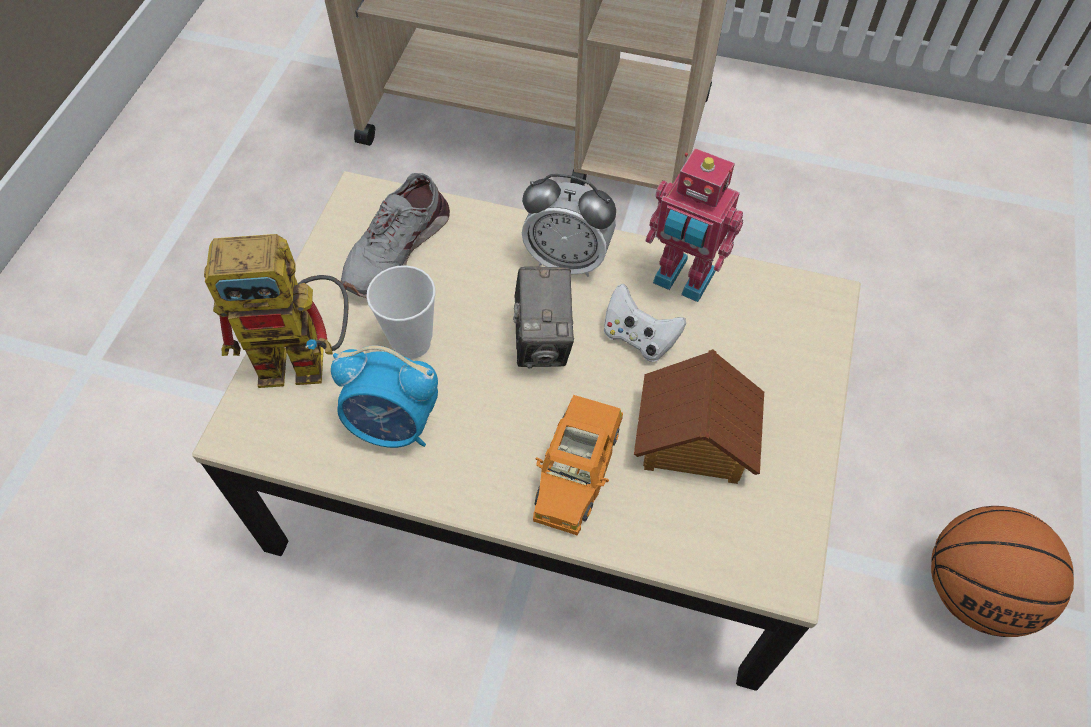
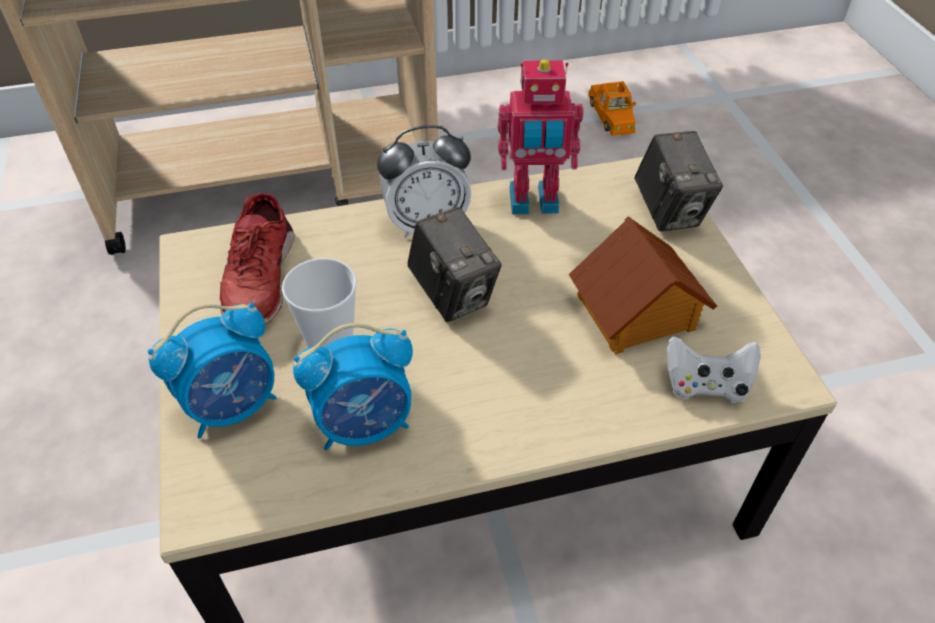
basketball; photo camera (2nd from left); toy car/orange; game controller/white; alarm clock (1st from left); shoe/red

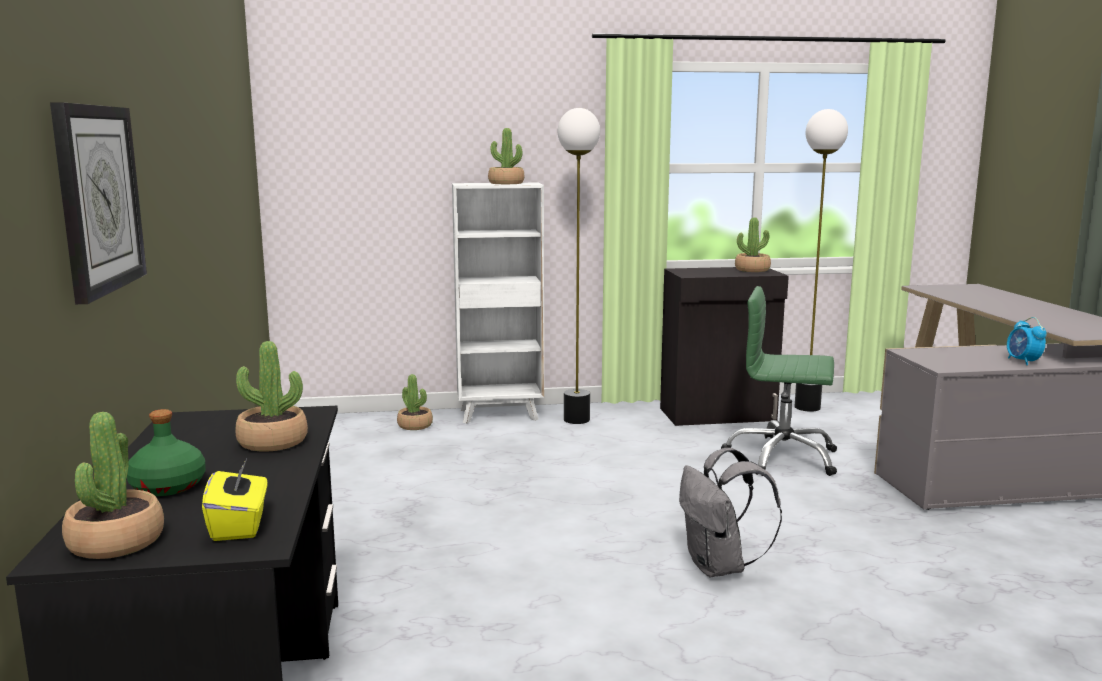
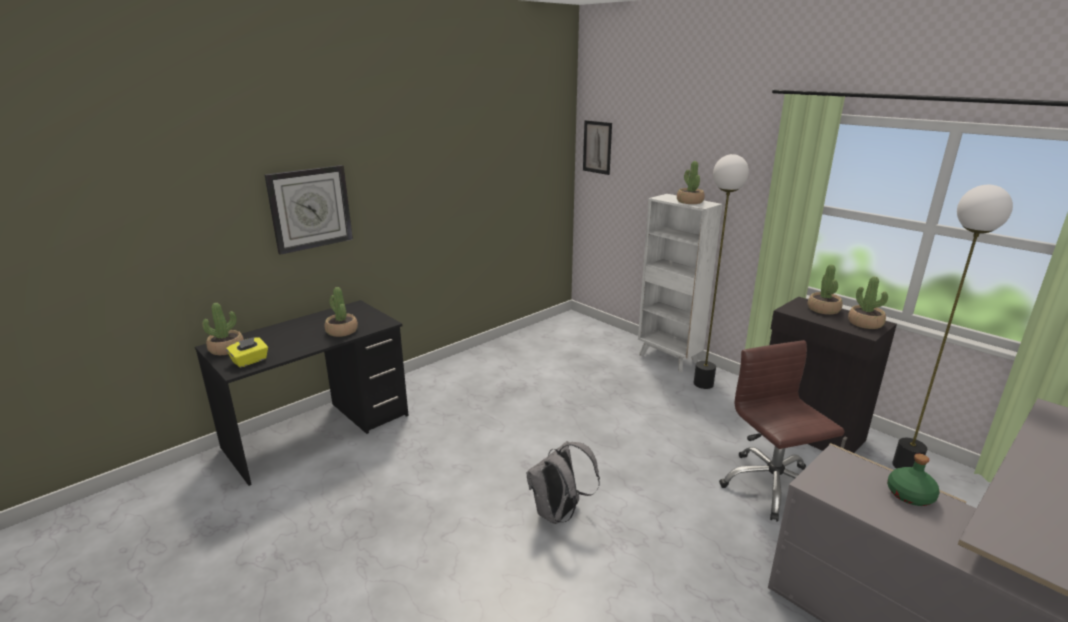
alarm clock; picture; bottle/green; potted plant (4th from left); office chair/brown

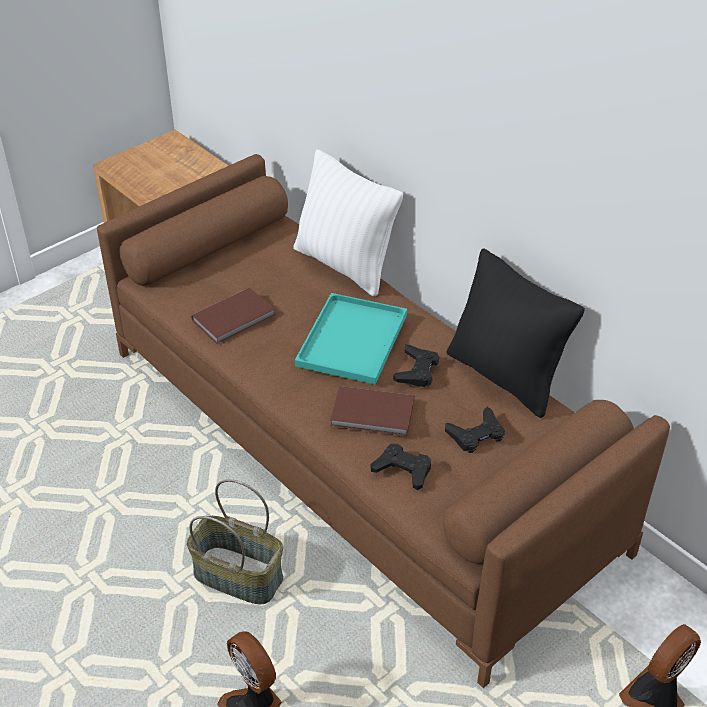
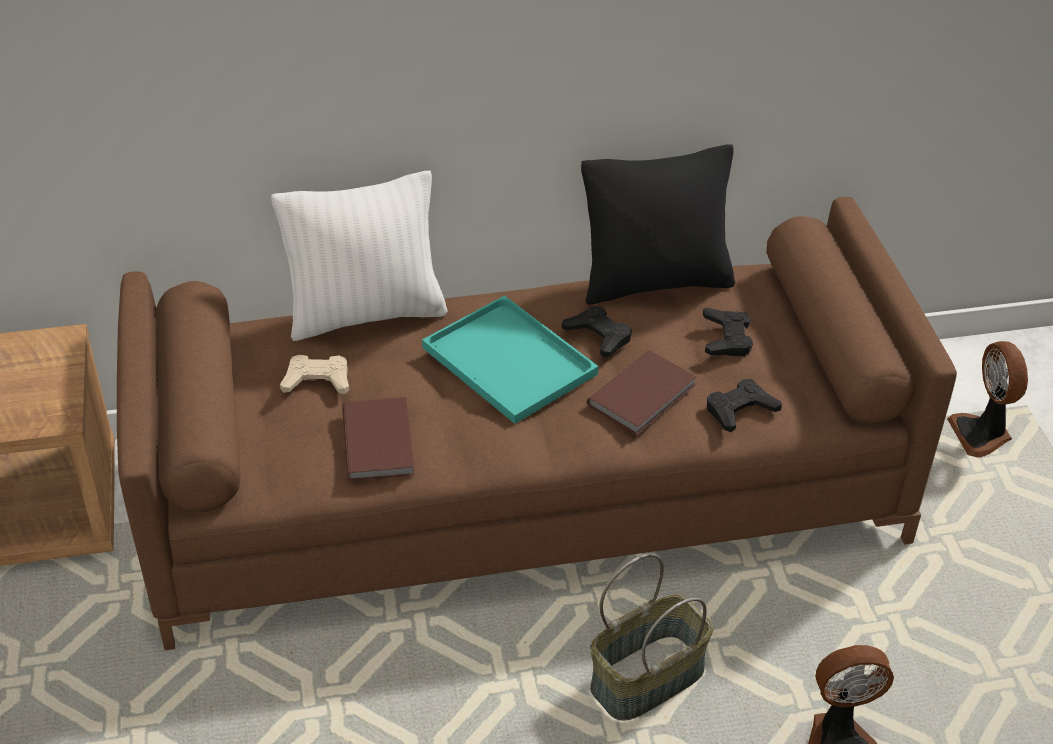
game controller/beige

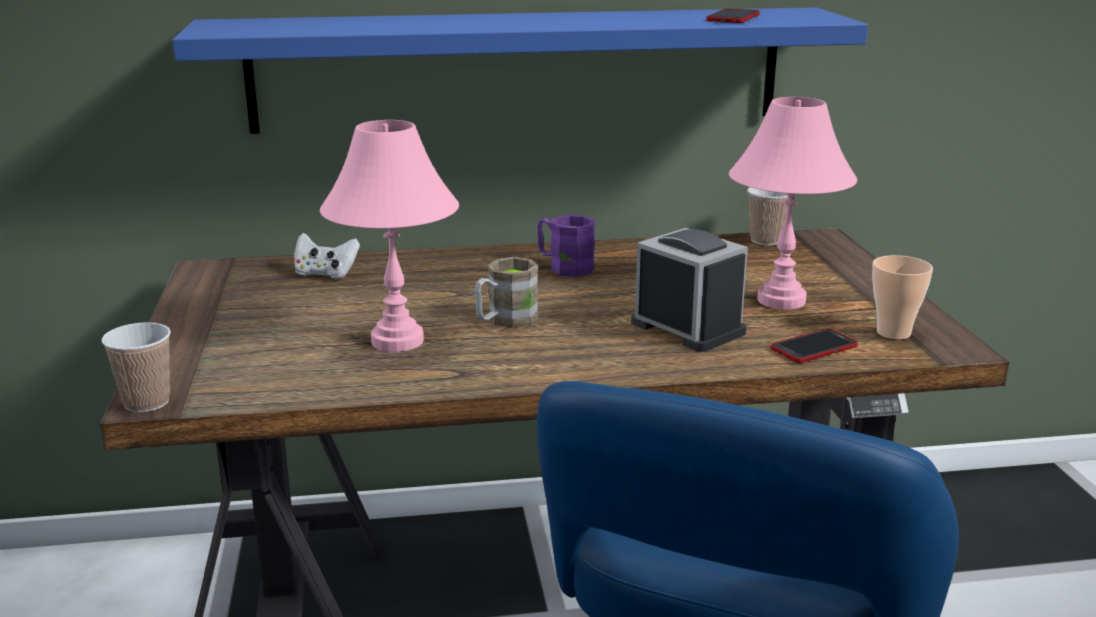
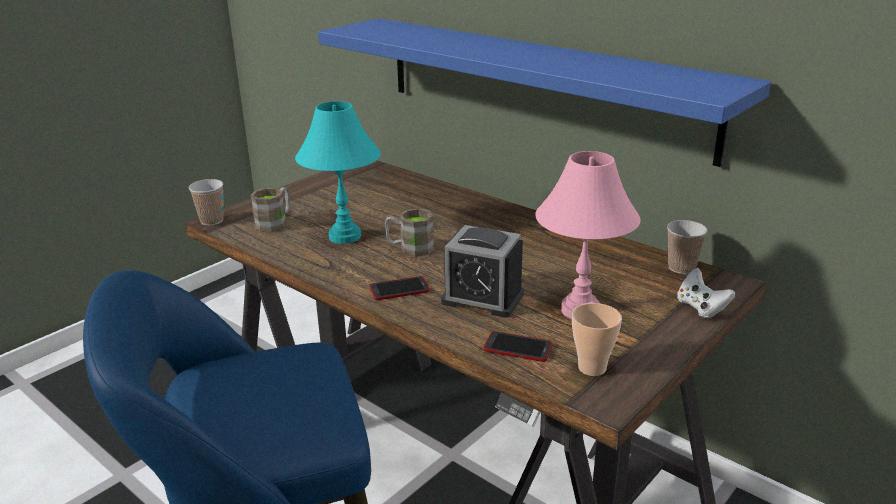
mug/purple; mug/brown (1st from left); game controller/white; phone (1st from left); table lamp/turquoise; alarm clock

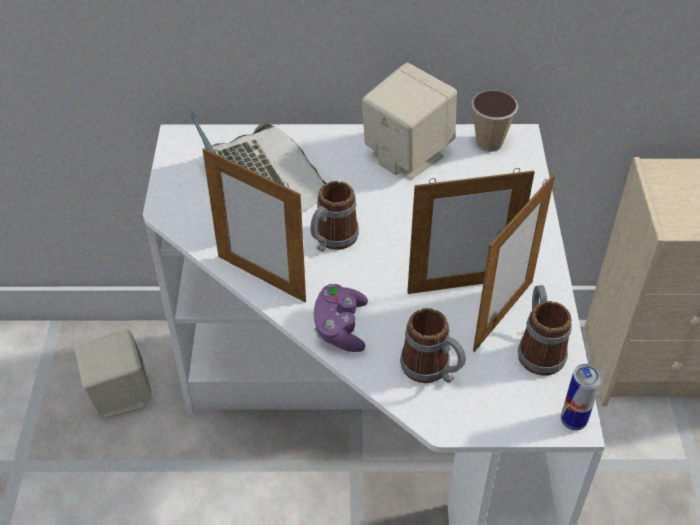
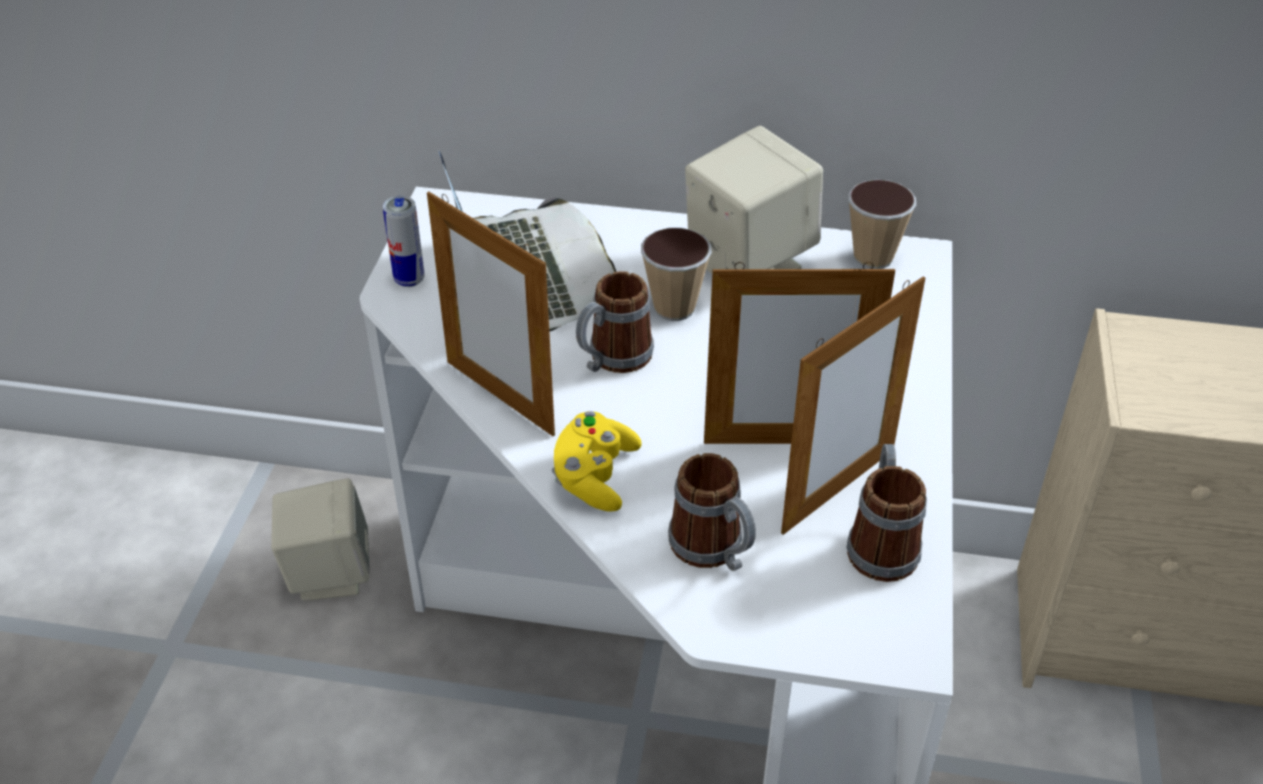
cup (1st from left); can; game controller/yellow

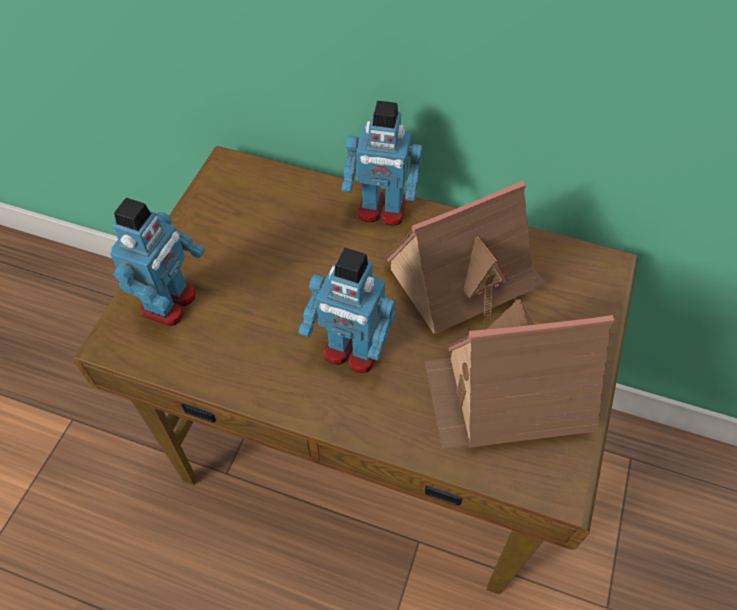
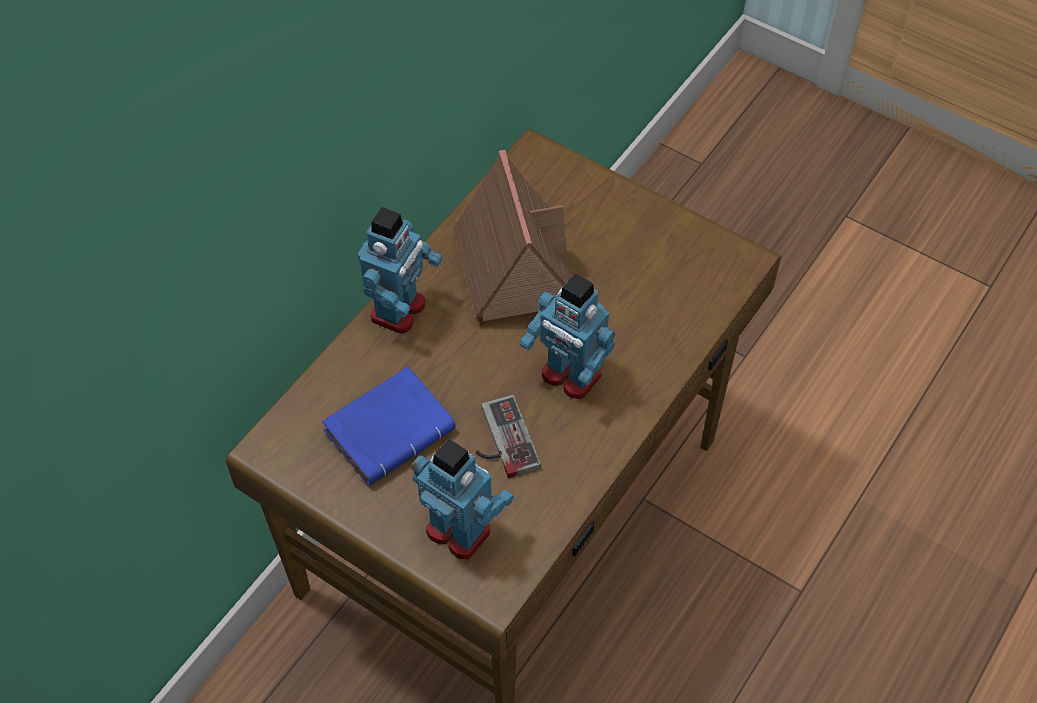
toy house (2nd from left in the first image); book/blue; game controller; toy robot (3rd from left)

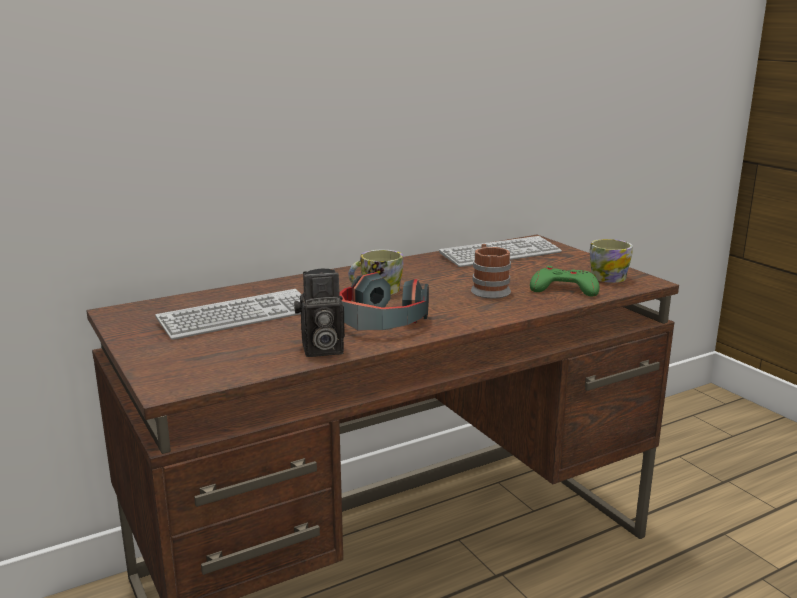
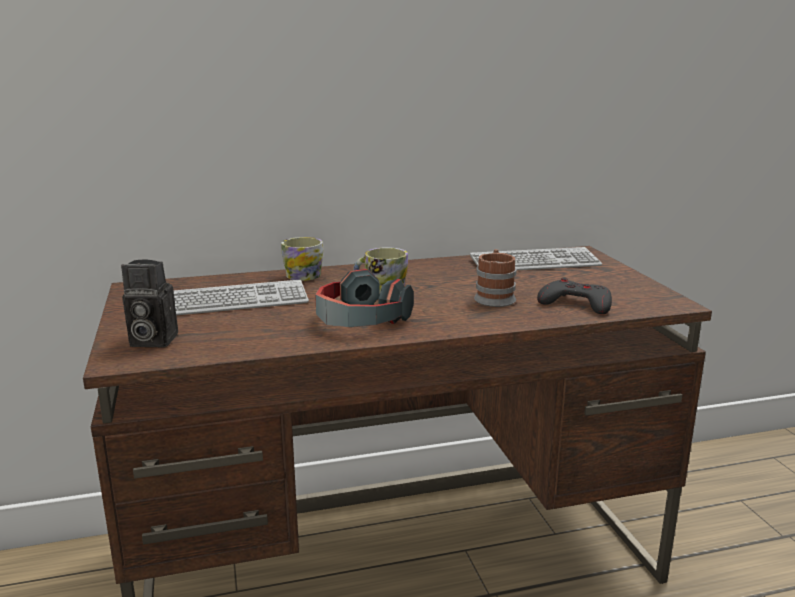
photo camera; mug (1st from left); game controller/grey

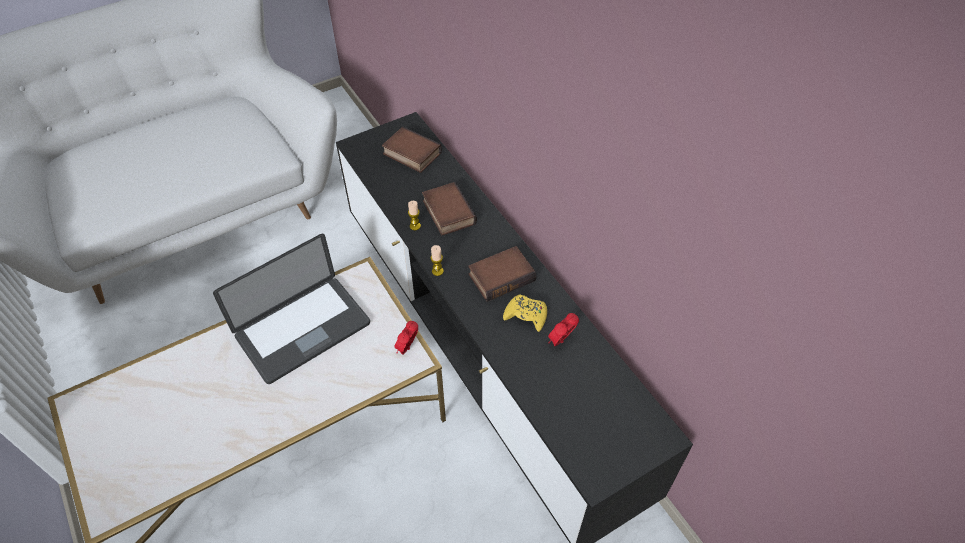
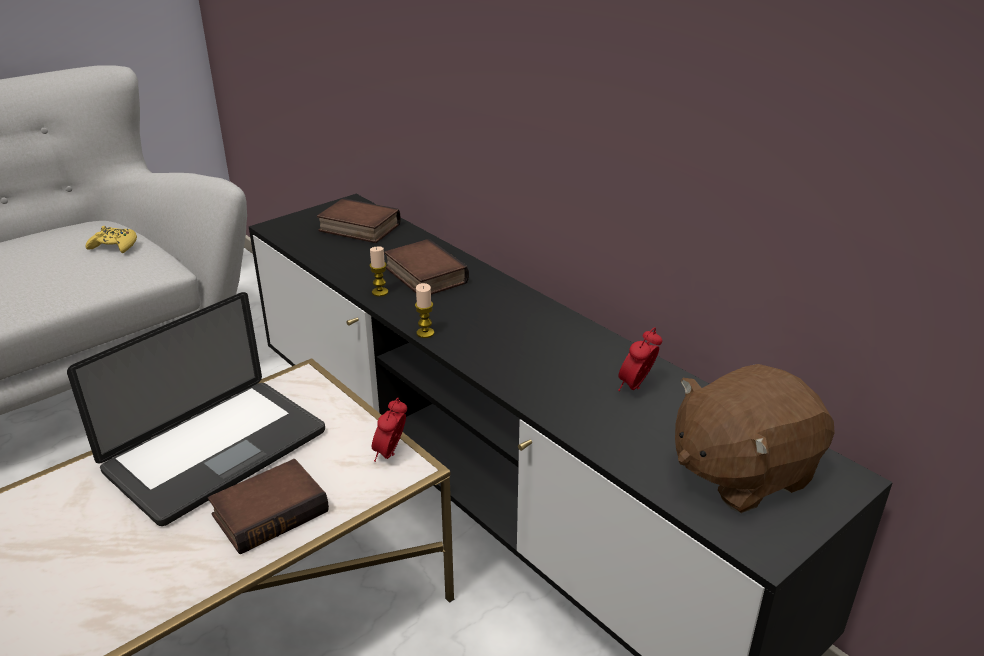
plush toy/brown; book (1st from left); game controller/yellow

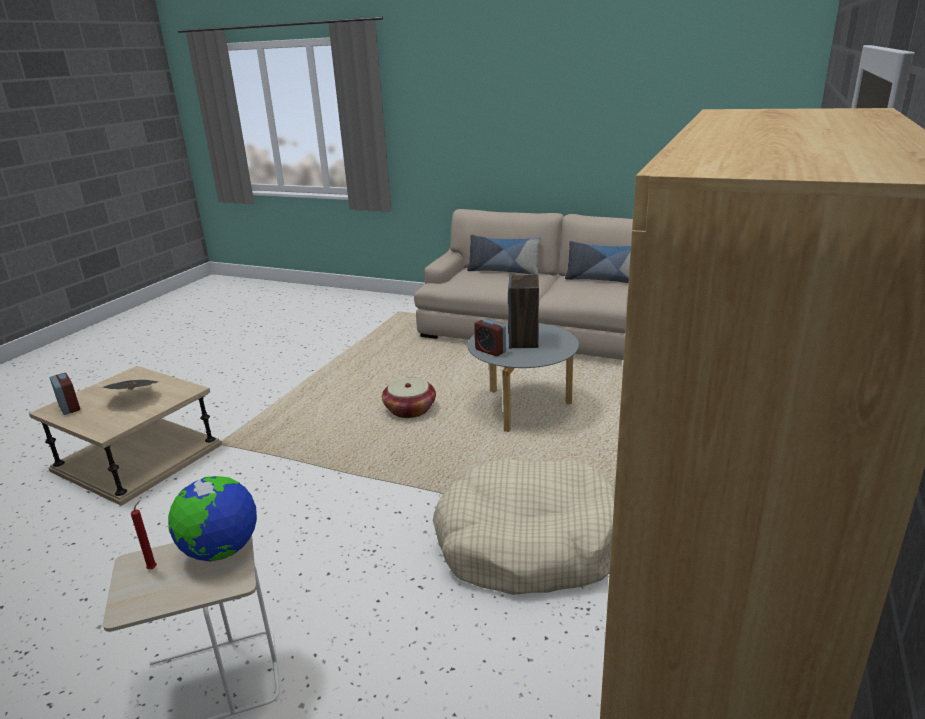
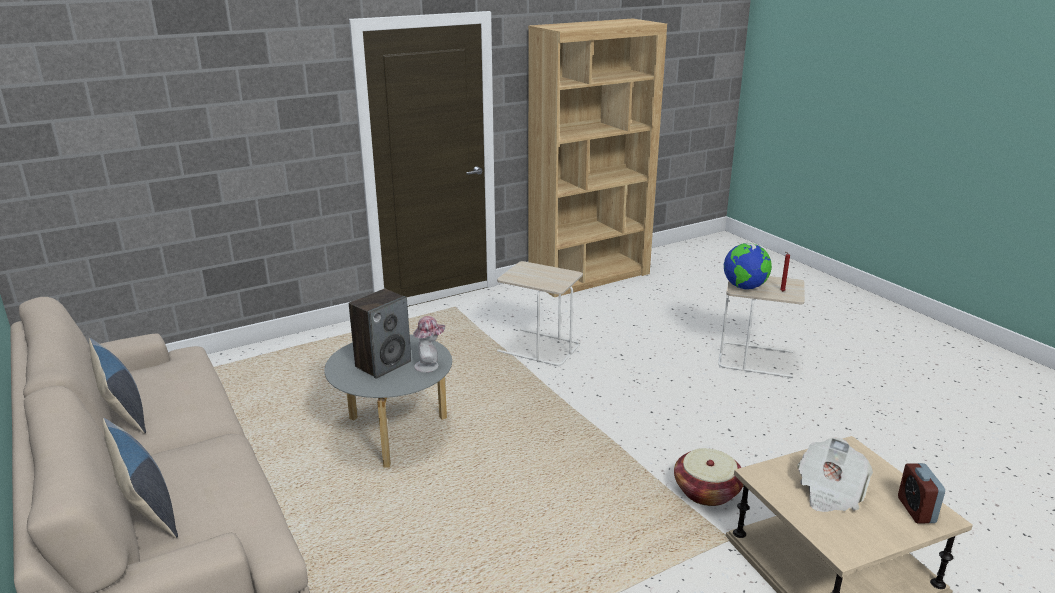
basket; side table/beige (1st from left); hat

